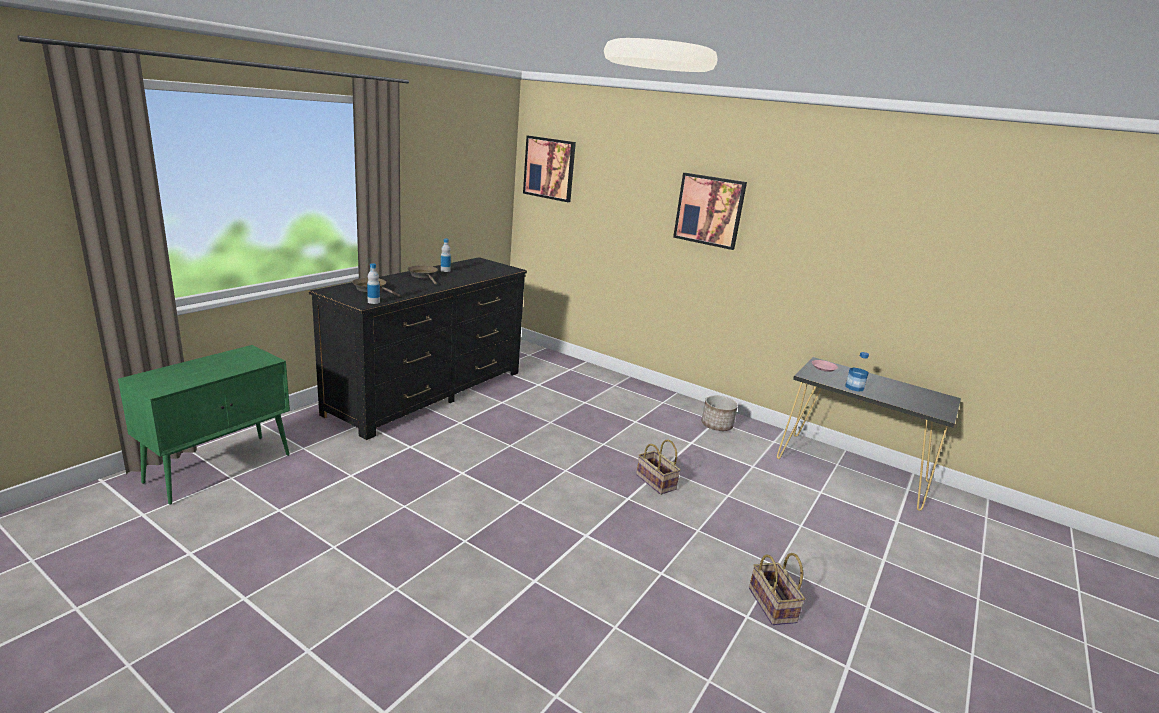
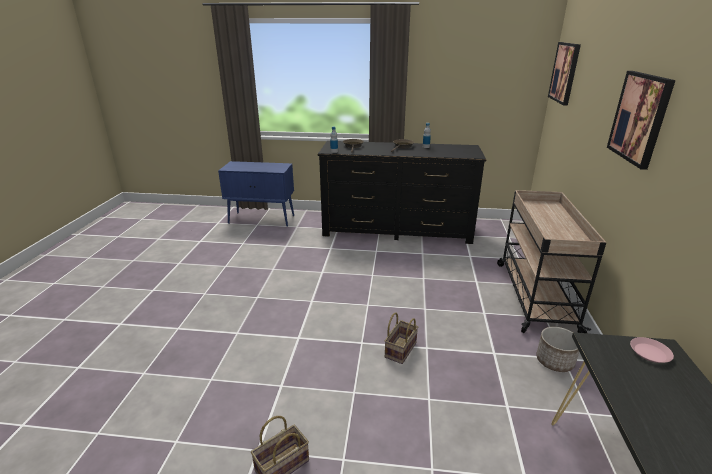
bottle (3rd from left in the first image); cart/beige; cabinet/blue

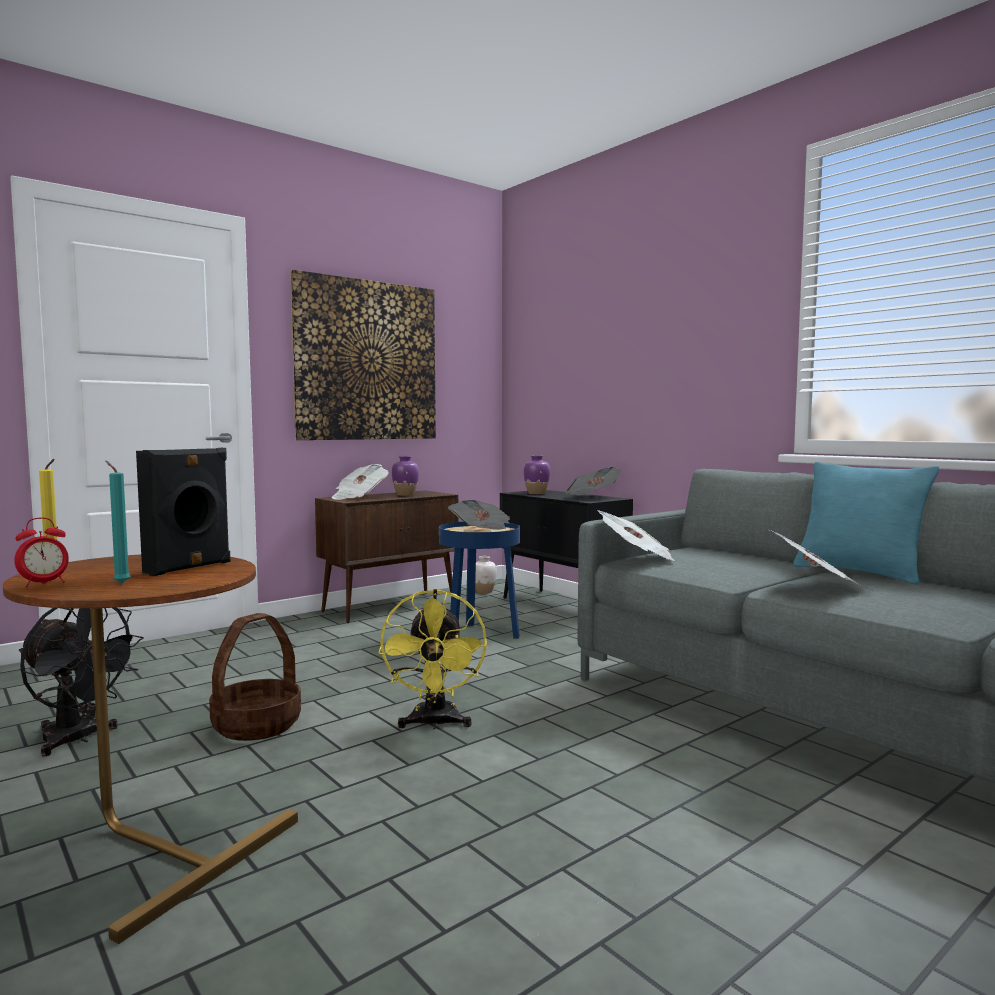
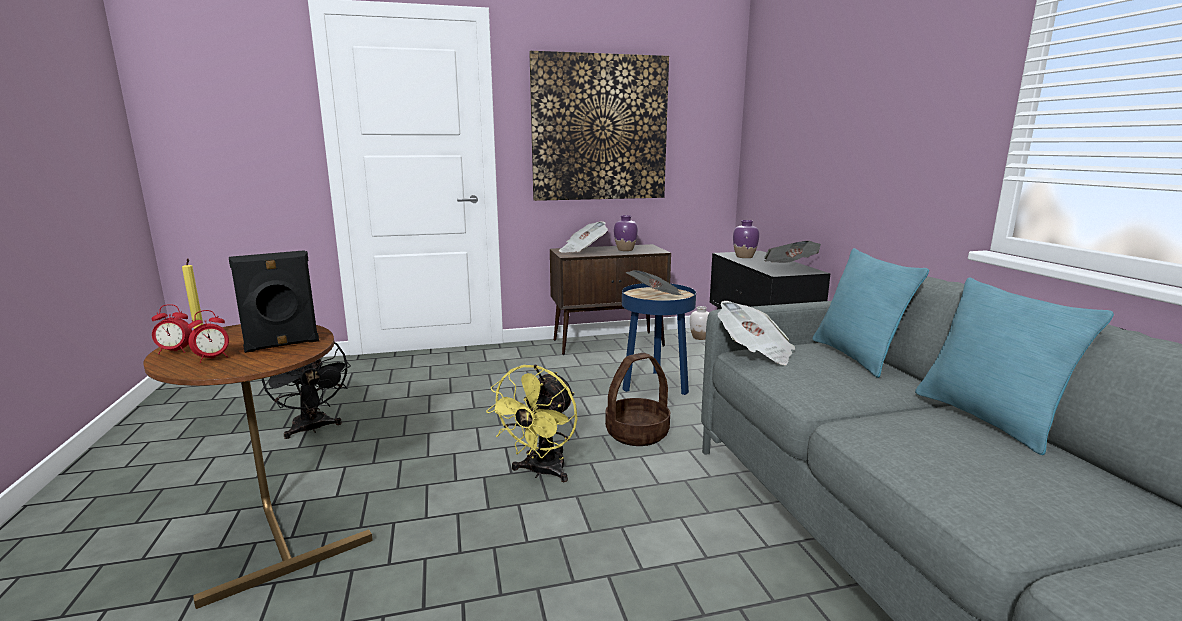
newspaper (5th from left in the first image); pillow/turquoise (1st from left); basket; alarm clock (2nd from left)

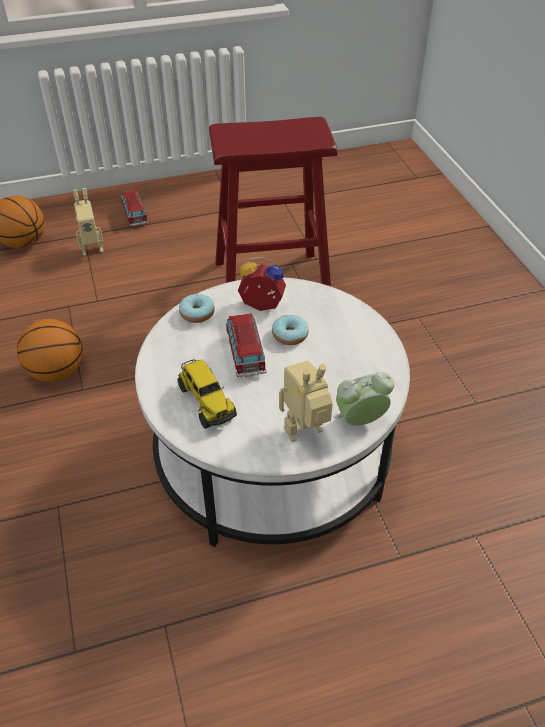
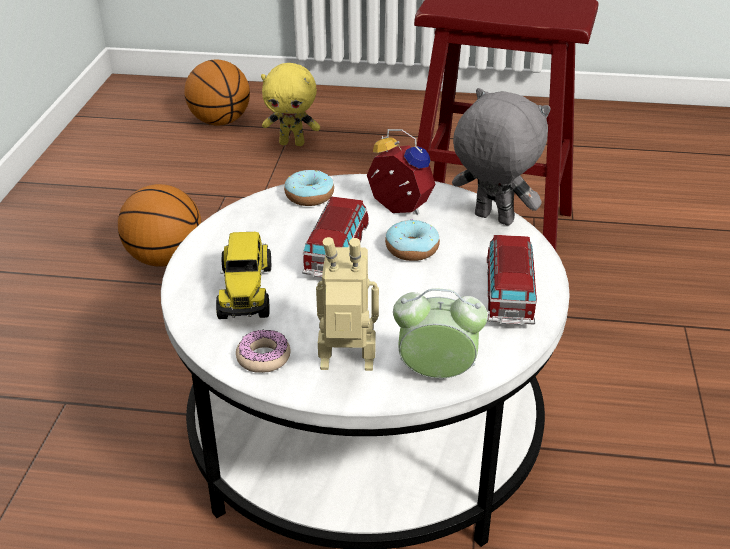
donut (1st from left); plush toy/grey; toy car (2nd from left); plush toy/yellow

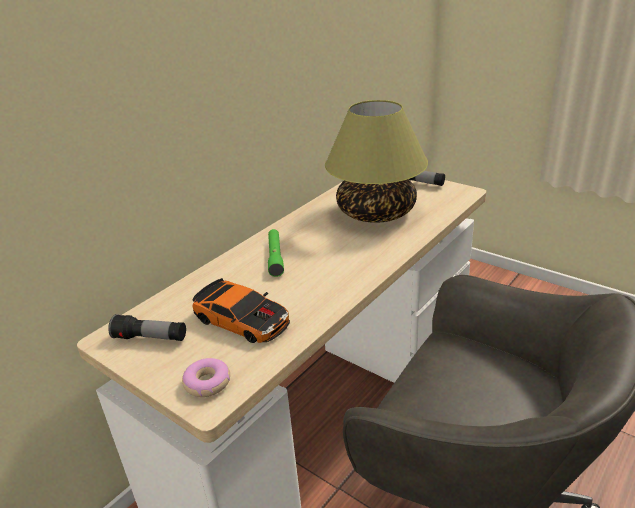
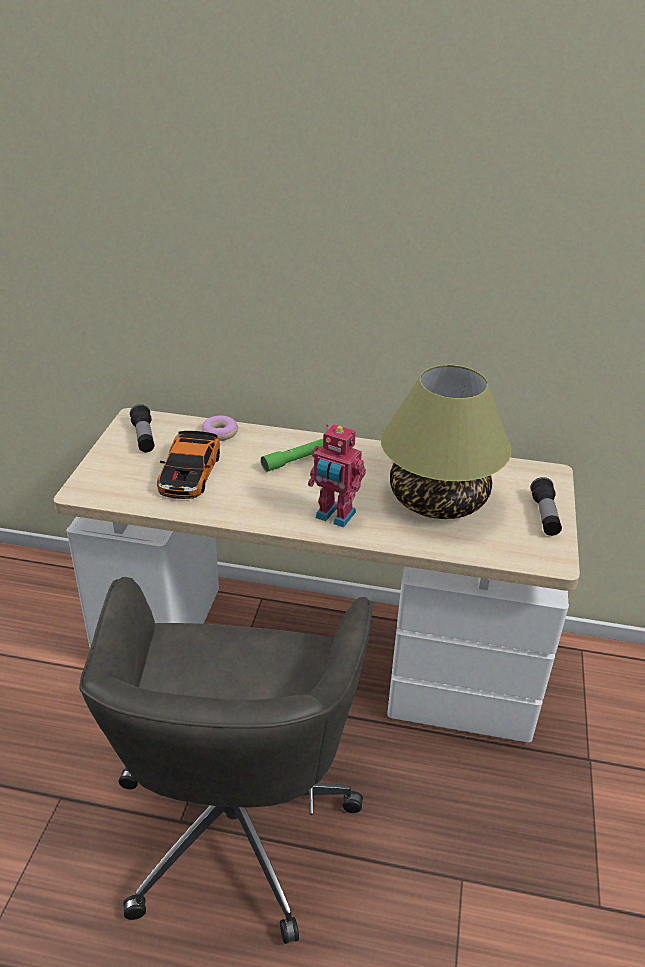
toy robot; donut

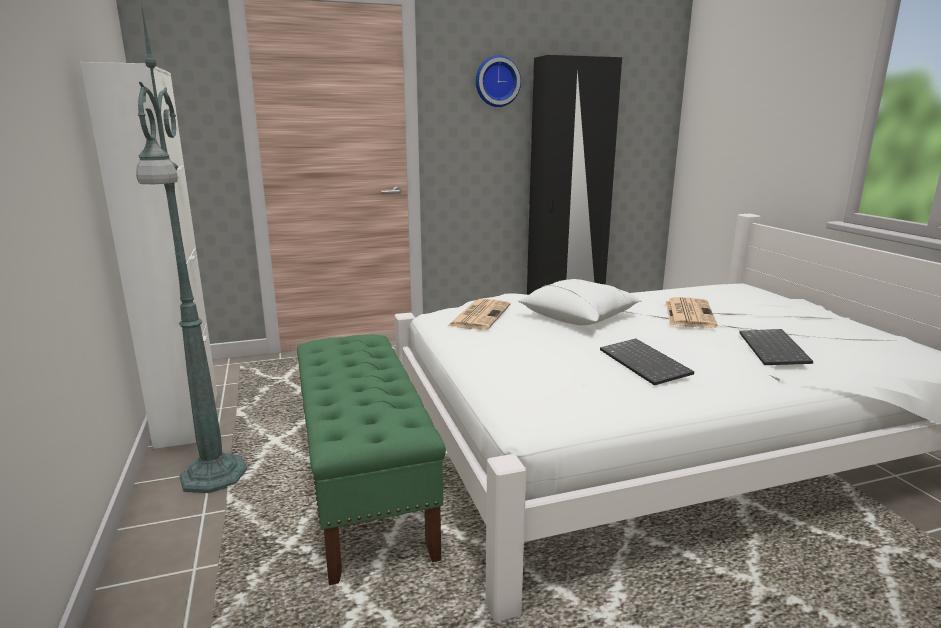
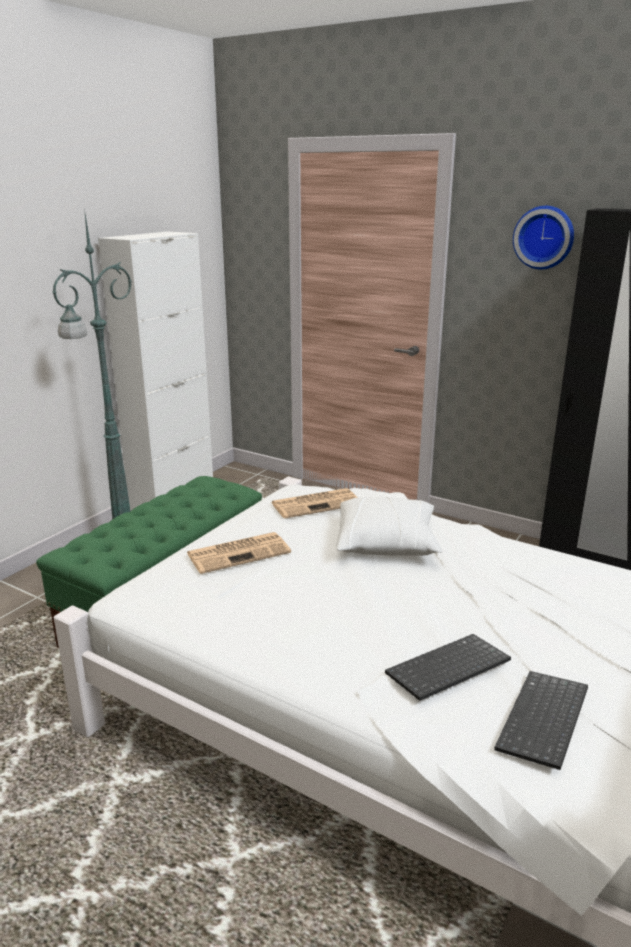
keyboard (2nd from left); newspaper (1st from left)

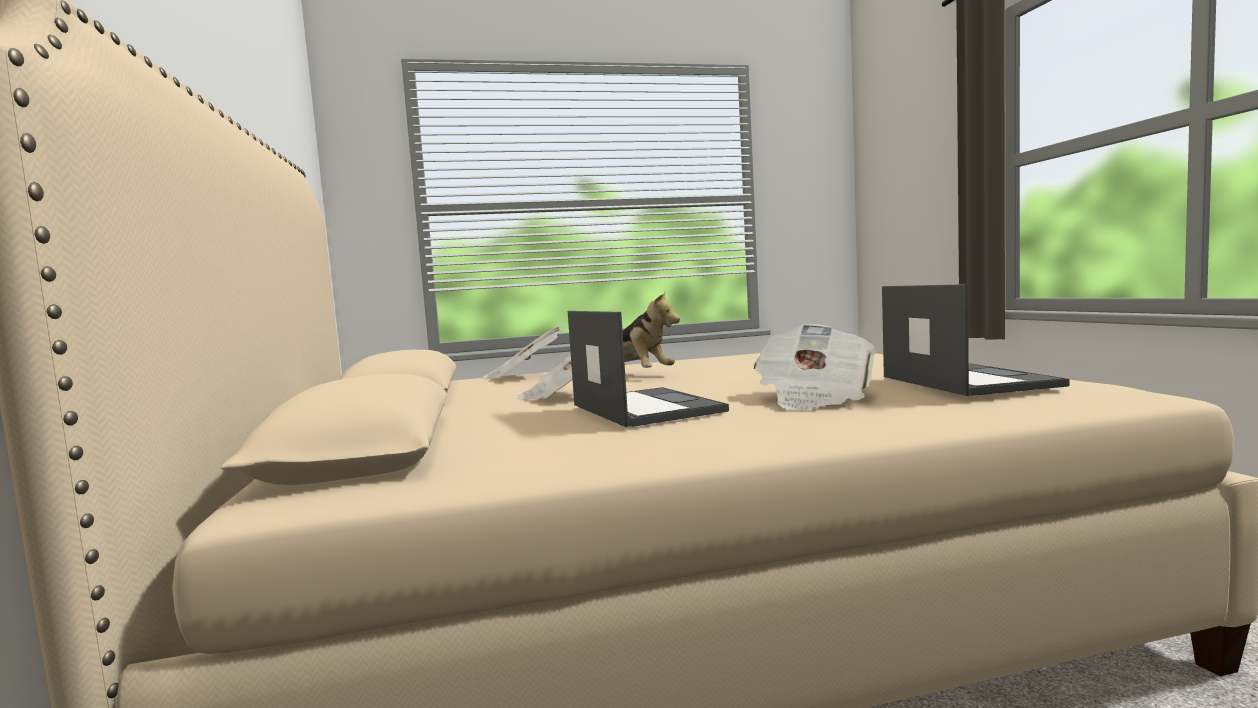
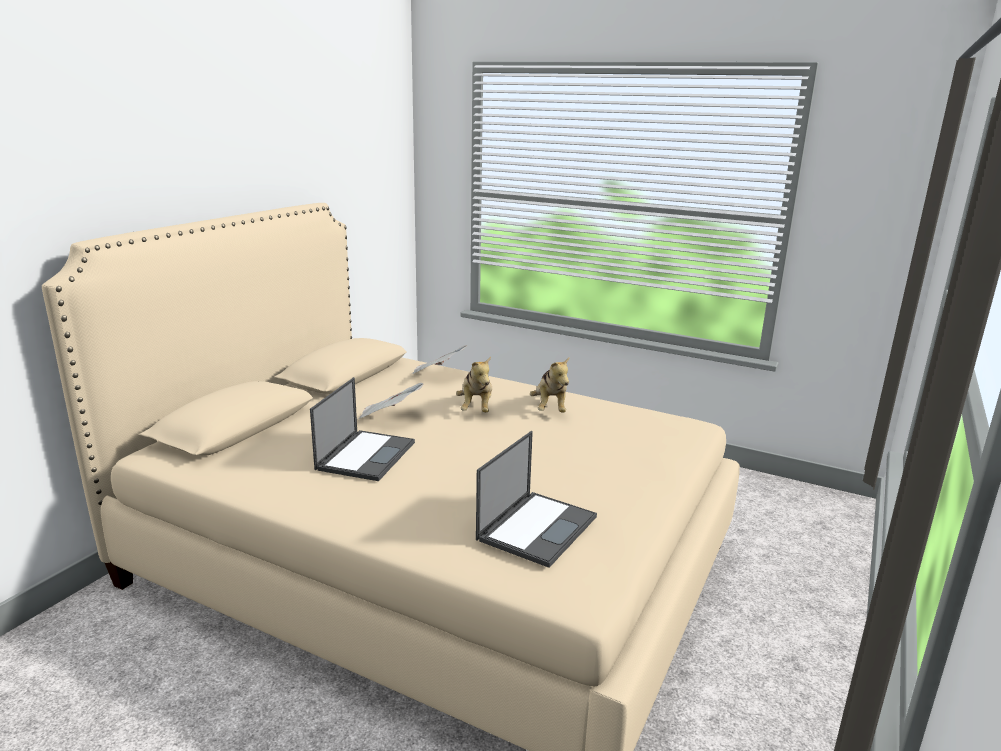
newspaper (3rd from left in the first image); plush toy (2nd from left)

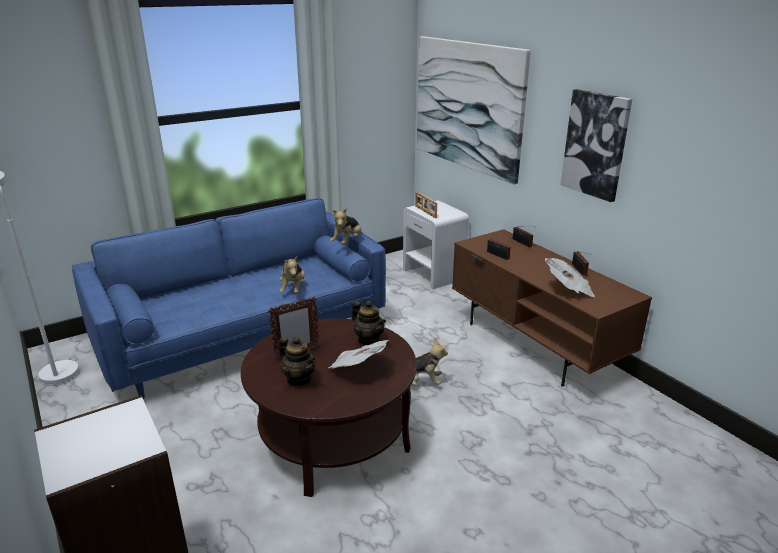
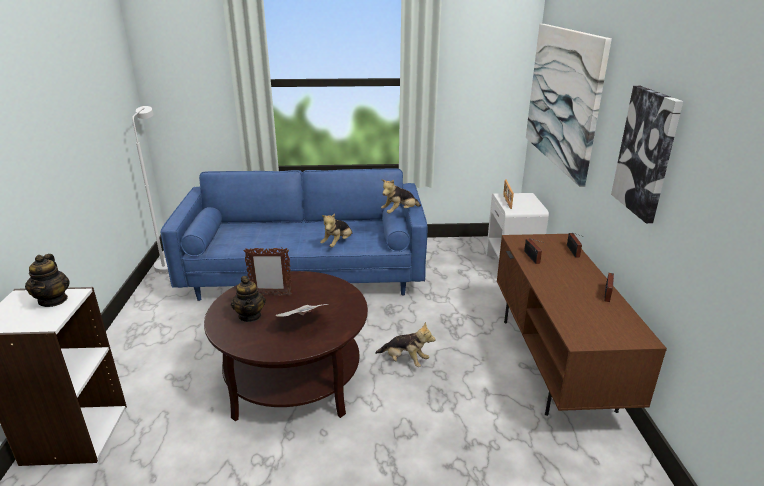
newspaper (2nd from left in the first image); teapot (1st from left)

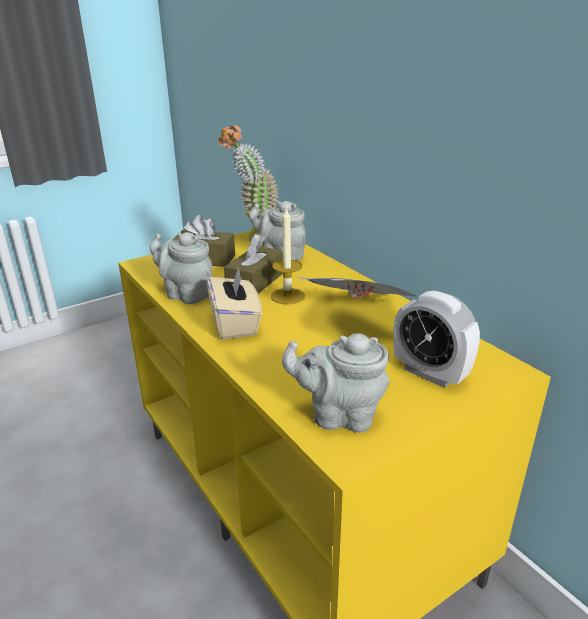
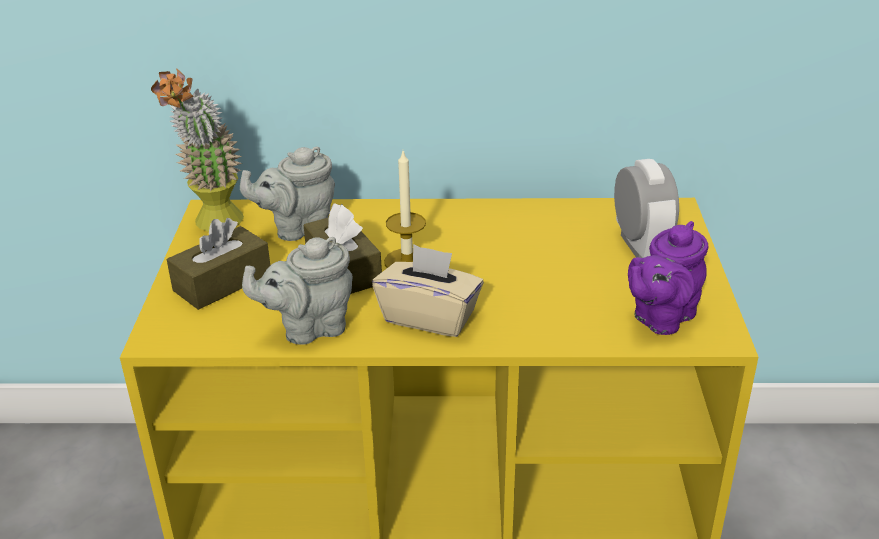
newspaper; teapot/purple; alarm clock

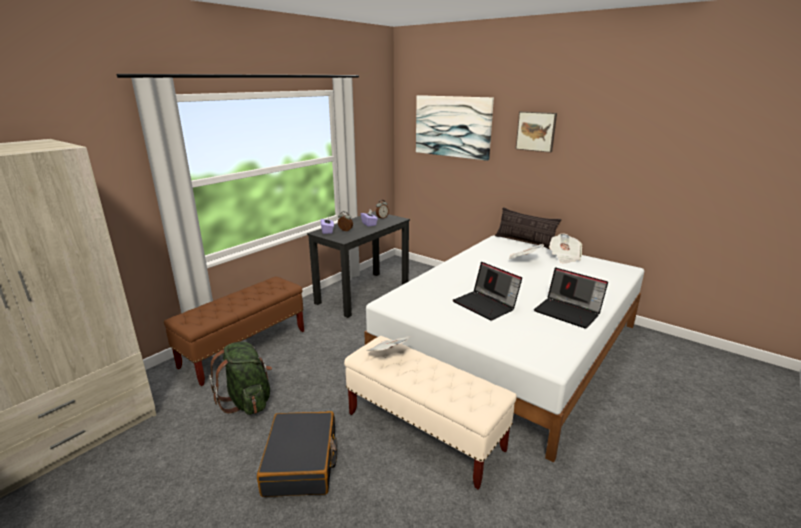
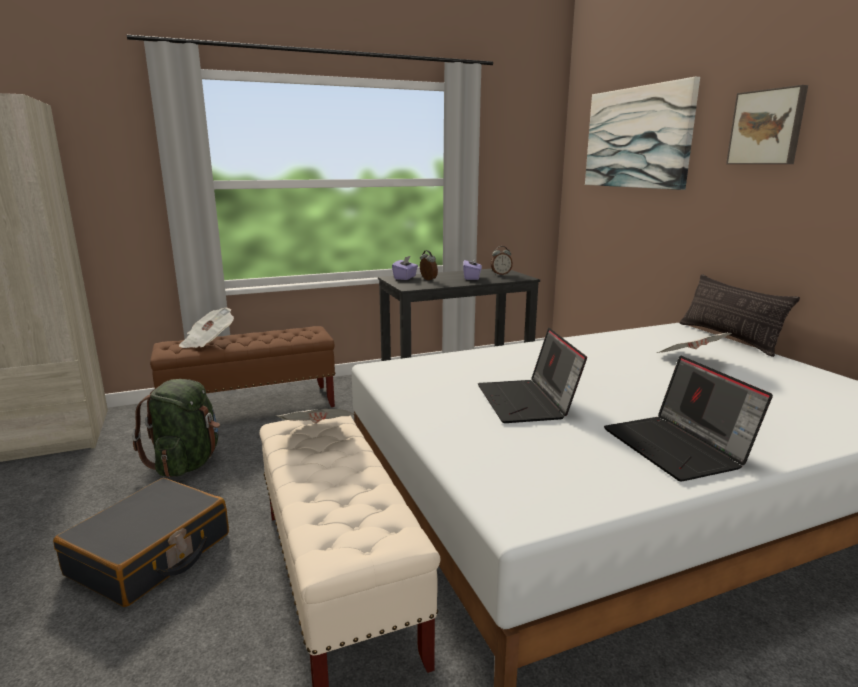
newspaper (1st from left)

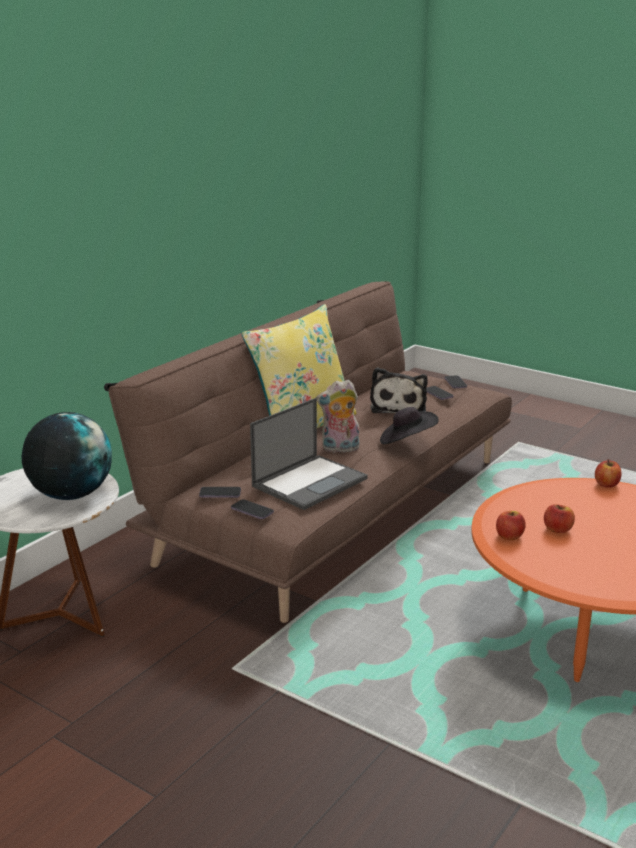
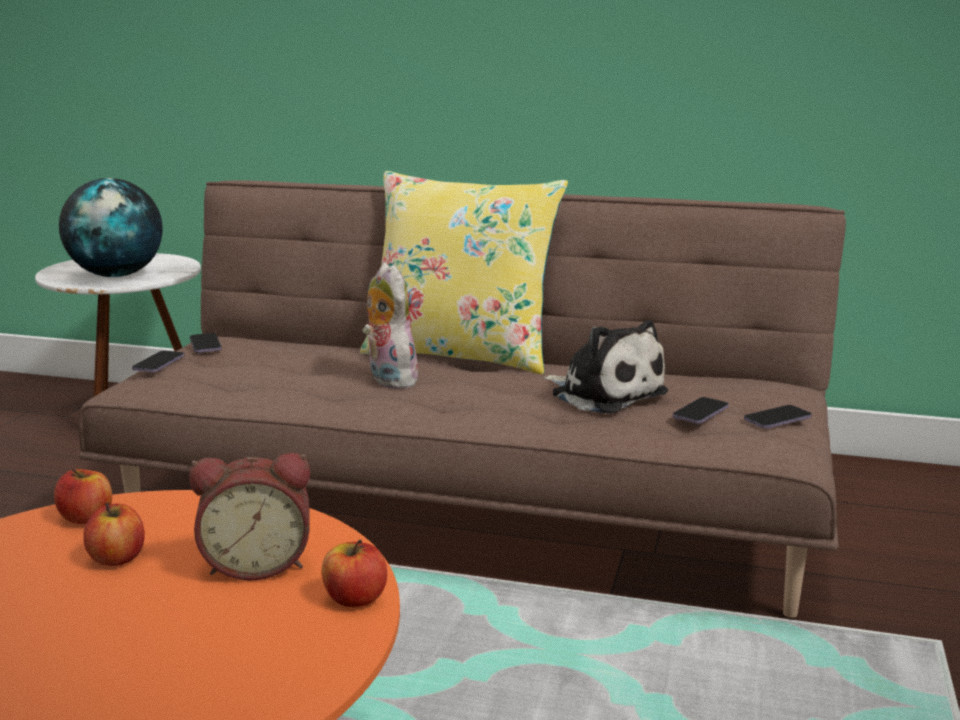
laptop; hat/black; alarm clock; plush toy (2nd from left)

